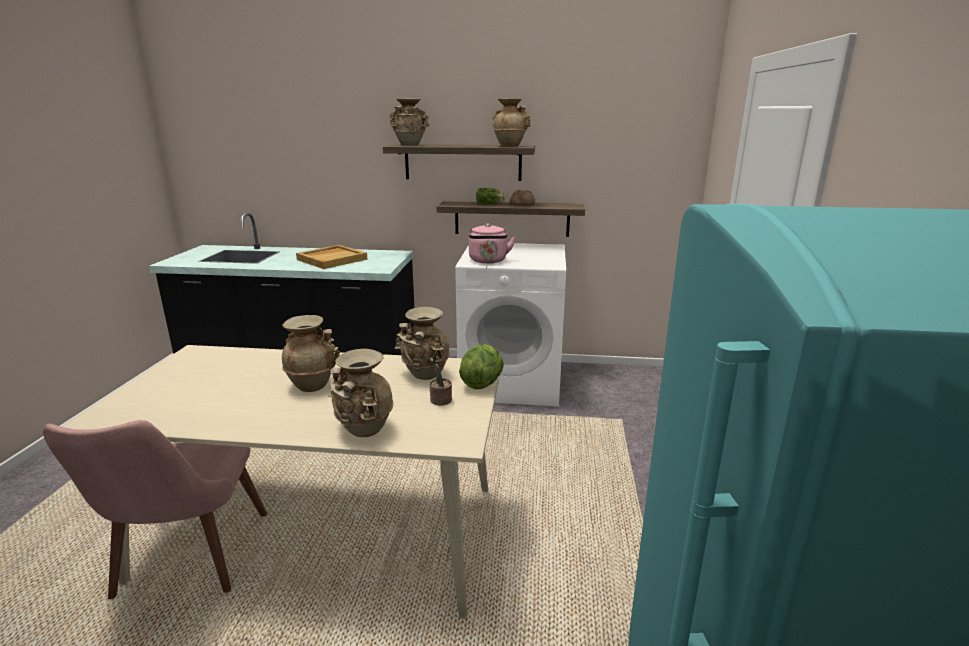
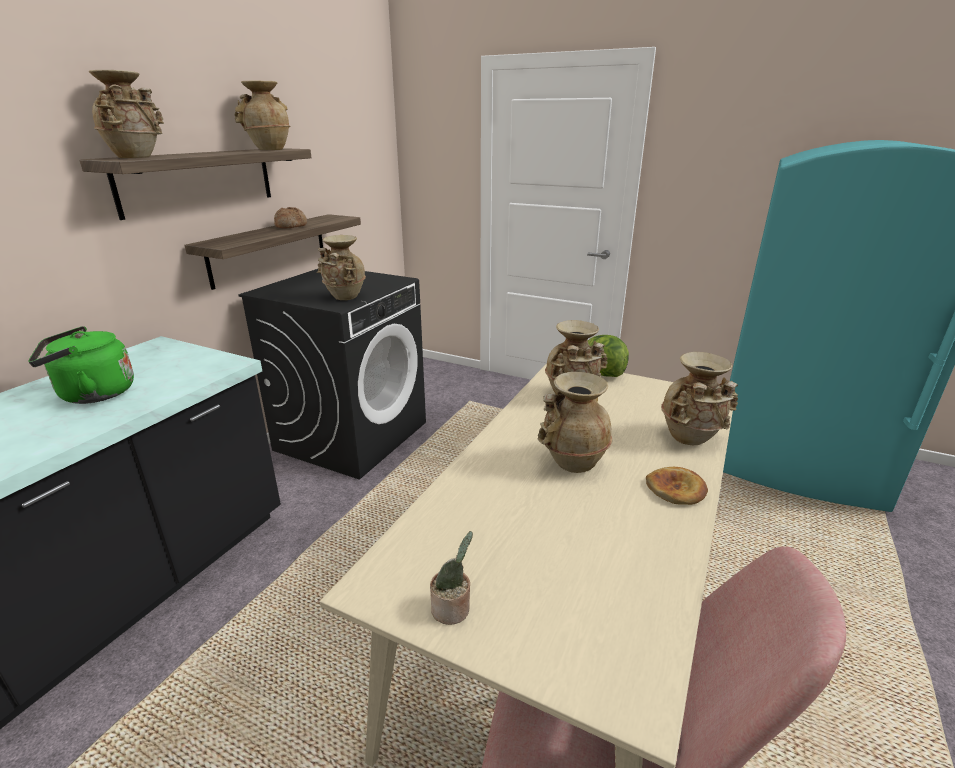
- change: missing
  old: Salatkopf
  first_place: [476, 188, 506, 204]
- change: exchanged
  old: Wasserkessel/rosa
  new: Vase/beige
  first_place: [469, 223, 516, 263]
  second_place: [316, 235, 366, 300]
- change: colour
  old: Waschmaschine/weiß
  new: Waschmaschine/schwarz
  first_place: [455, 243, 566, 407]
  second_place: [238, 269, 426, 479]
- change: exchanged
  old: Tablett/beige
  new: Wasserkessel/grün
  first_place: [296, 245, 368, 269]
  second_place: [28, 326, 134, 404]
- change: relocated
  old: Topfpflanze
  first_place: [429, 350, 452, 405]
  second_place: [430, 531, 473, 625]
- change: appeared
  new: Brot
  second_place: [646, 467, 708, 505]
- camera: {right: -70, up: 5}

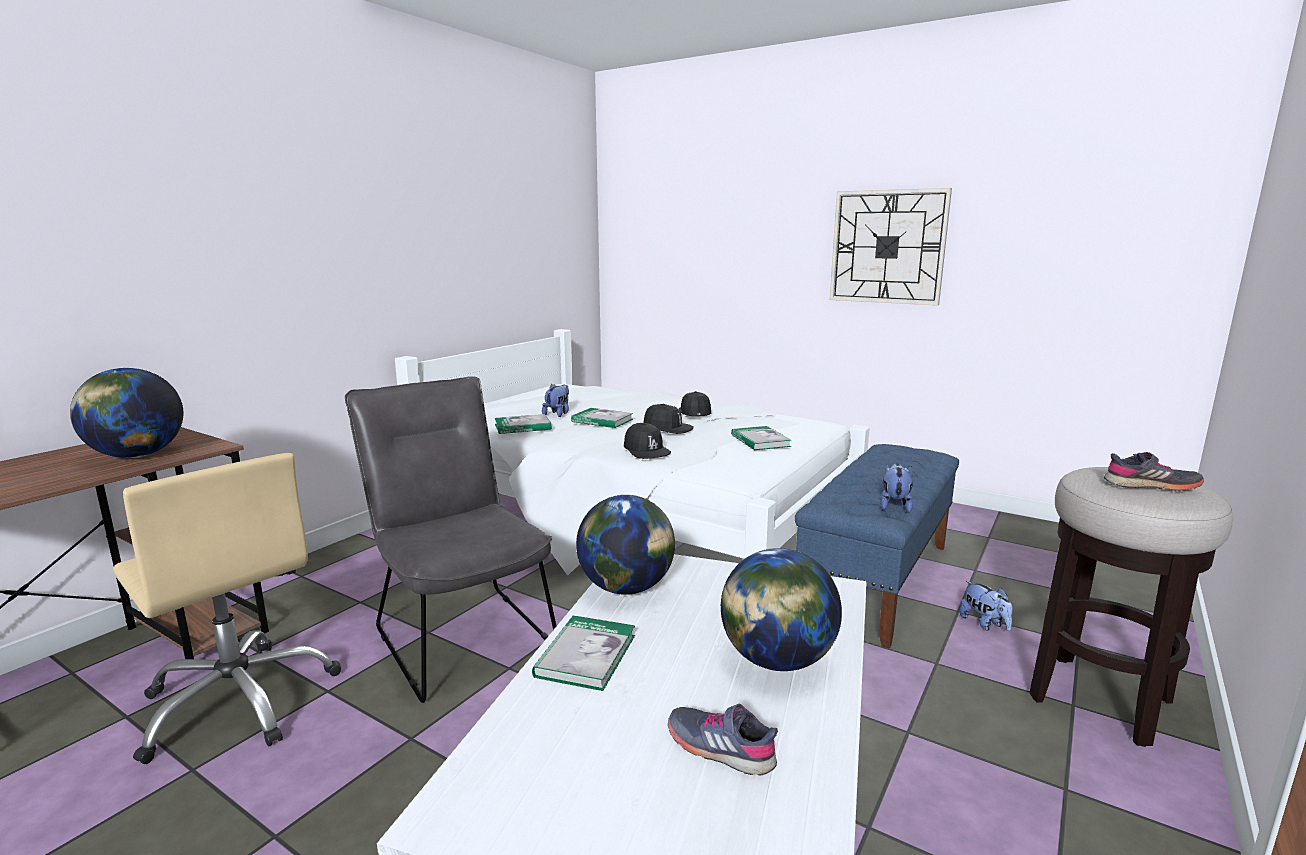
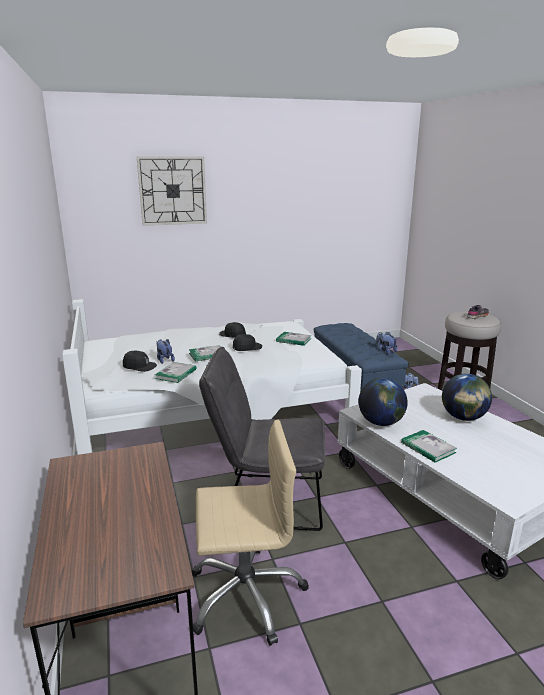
- change: relocated
  old: Wanduhr
  first_place: [830, 188, 952, 306]
  second_place: [137, 156, 207, 226]
- change: missing
  old: Globus
  first_place: [70, 368, 183, 458]
- change: relocated
  old: Kappe/schwarz
  first_place: [624, 423, 671, 459]
  second_place: [123, 351, 157, 372]
- change: missing
  old: Schuh/grau
  first_place: [668, 704, 778, 775]
- camera: {right: -50, up: 5}

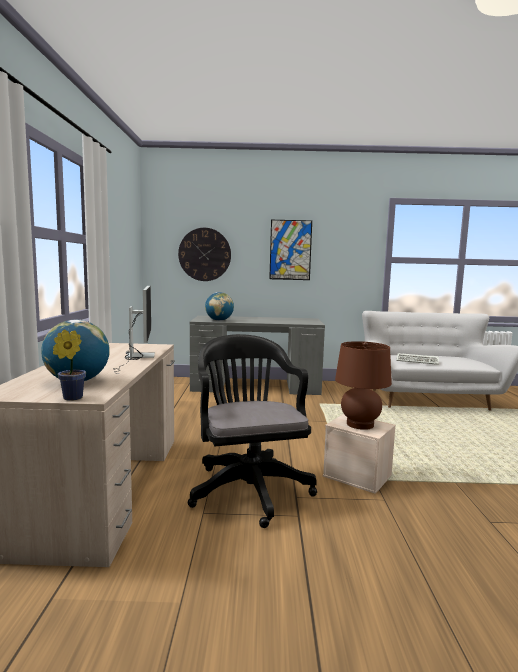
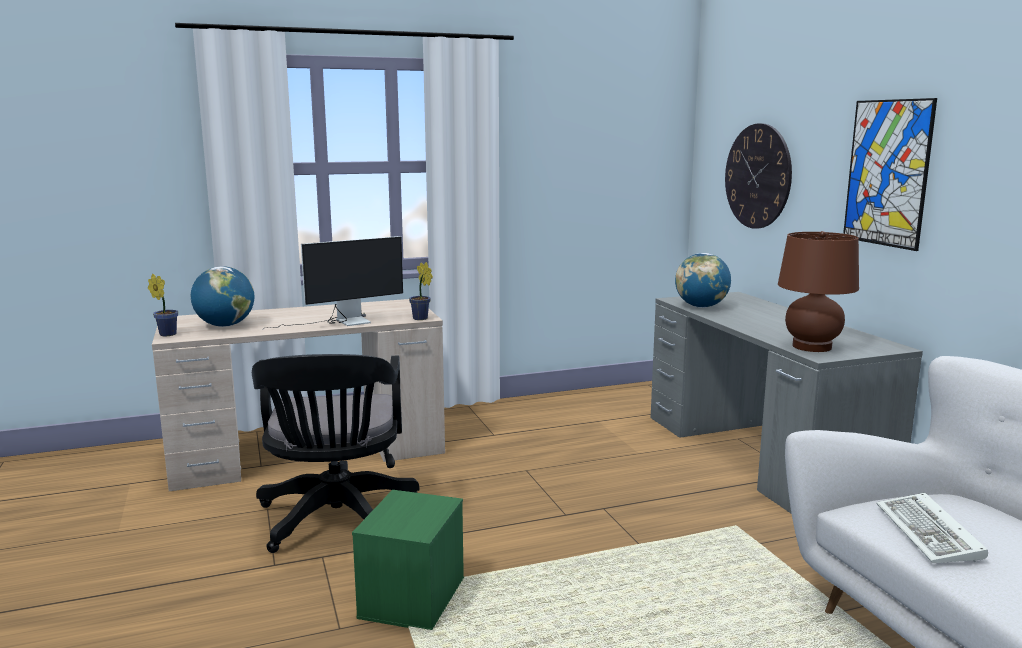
- change: spun
  old: Bürostuhl/schwarz
  first_place: [188, 334, 317, 528]
  second_place: [252, 354, 419, 553]
  degrees: 120
- change: relocated
  old: Tischlampe/braun
  first_place: [335, 341, 392, 430]
  second_place: [778, 231, 859, 352]
- change: colour
  old: Aufbewahrungsbox/beige
  new: Aufbewahrungsbox/grün
  first_place: [323, 414, 396, 494]
  second_place: [352, 490, 464, 630]
- change: appeared
  new: Topfpflanze
  second_place: [409, 262, 433, 320]
- camera: {right: 70, up: 5}

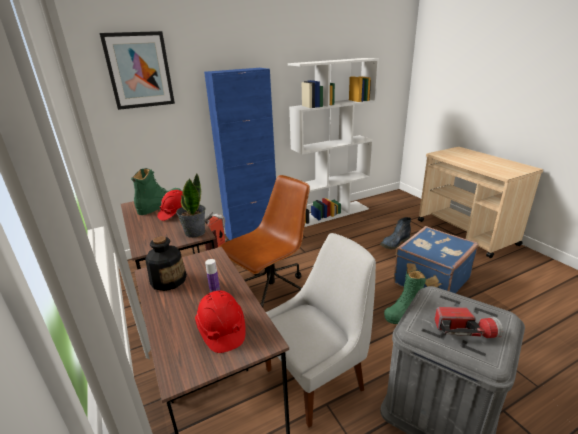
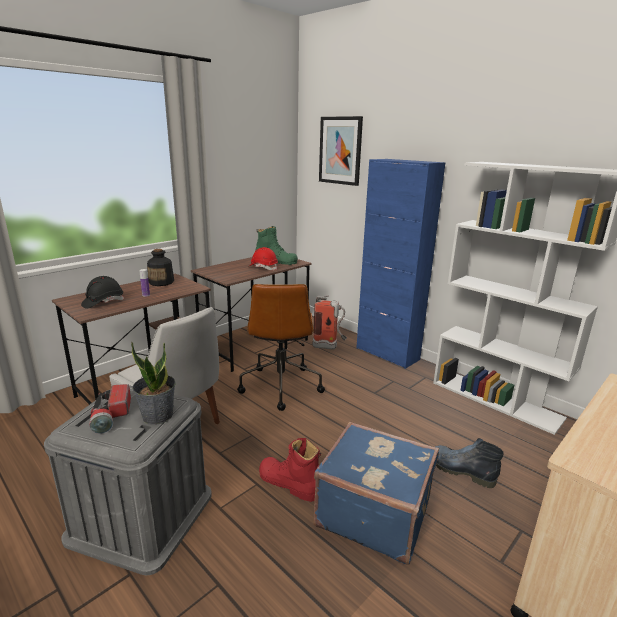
- change: relocated
  old: Topfpflanze
  first_place: [176, 174, 206, 238]
  second_place: [131, 342, 176, 425]
- change: spun
  old: Bürostuhl/braun
  first_place: [219, 175, 310, 307]
  second_place: [237, 284, 325, 411]
  degrees: 60
- change: colour
  old: Stiefel/grün
  new: Stiefel/rot
  first_place: [384, 270, 426, 324]
  second_place: [259, 438, 321, 502]
- change: colour
  old: Schutzhelm/rot
  new: Schutzhelm/schwarz
  first_place: [195, 291, 246, 353]
  second_place: [81, 276, 124, 309]
- camera: {right: 70, up: -5}

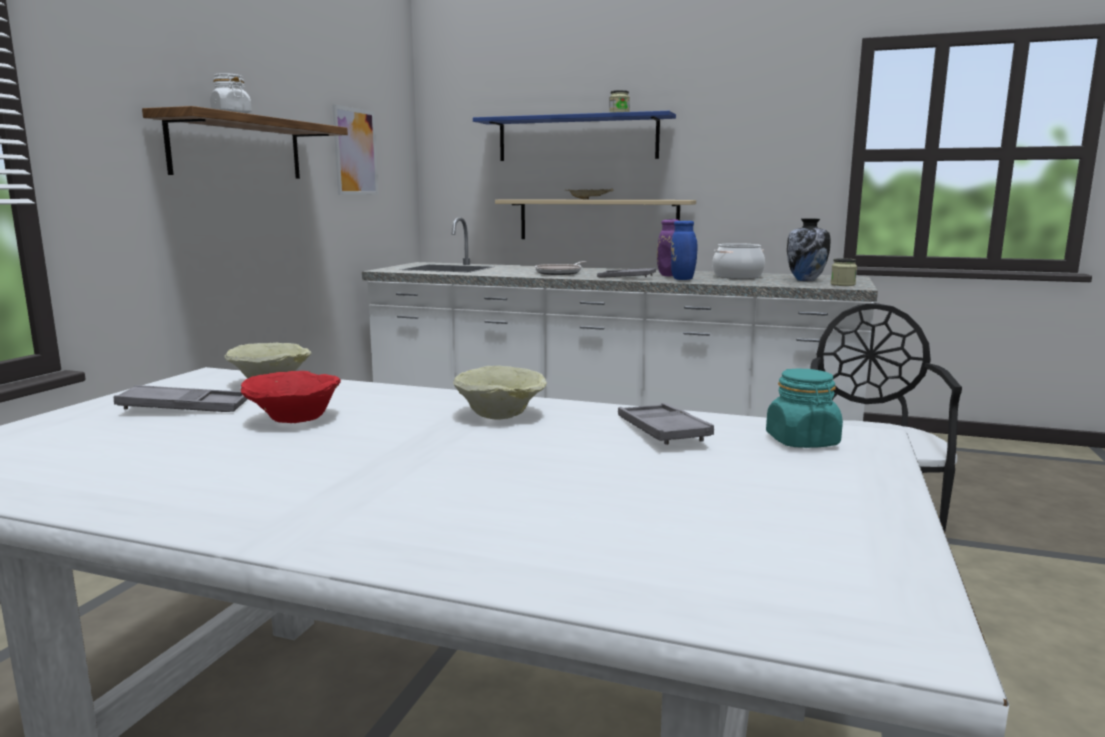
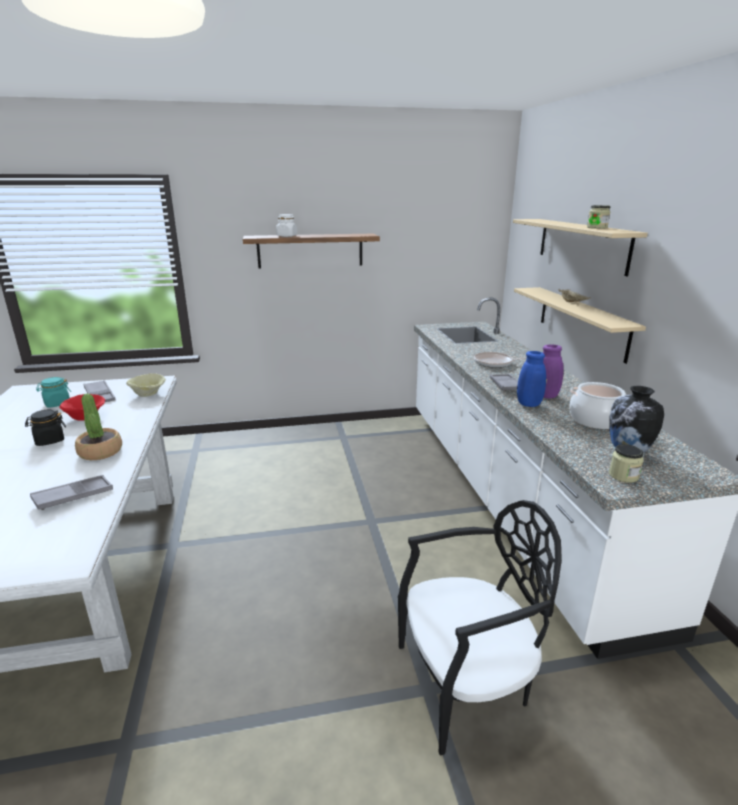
- change: missing
  old: Bild
  first_place: [332, 105, 378, 195]
- change: colour
  old: Wandregal/blau
  new: Wandregal/beige
  first_place: [473, 111, 676, 161]
  second_place: [513, 219, 648, 276]
- change: exchanged
  old: Schüssel/beige
  new: Topfpflanze
  first_place: [453, 366, 547, 420]
  second_place: [75, 393, 122, 460]
- change: relocated
  old: Vorratsglas/türkis
  first_place: [766, 369, 843, 448]
  second_place: [36, 377, 71, 408]
- change: appeared
  new: Vorratsglas/schwarz
  second_place: [25, 410, 66, 446]
- camera: {right: 60, up: 10}

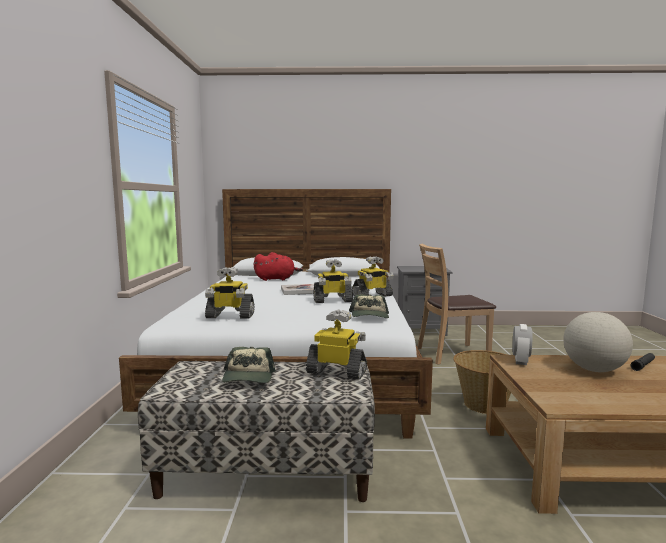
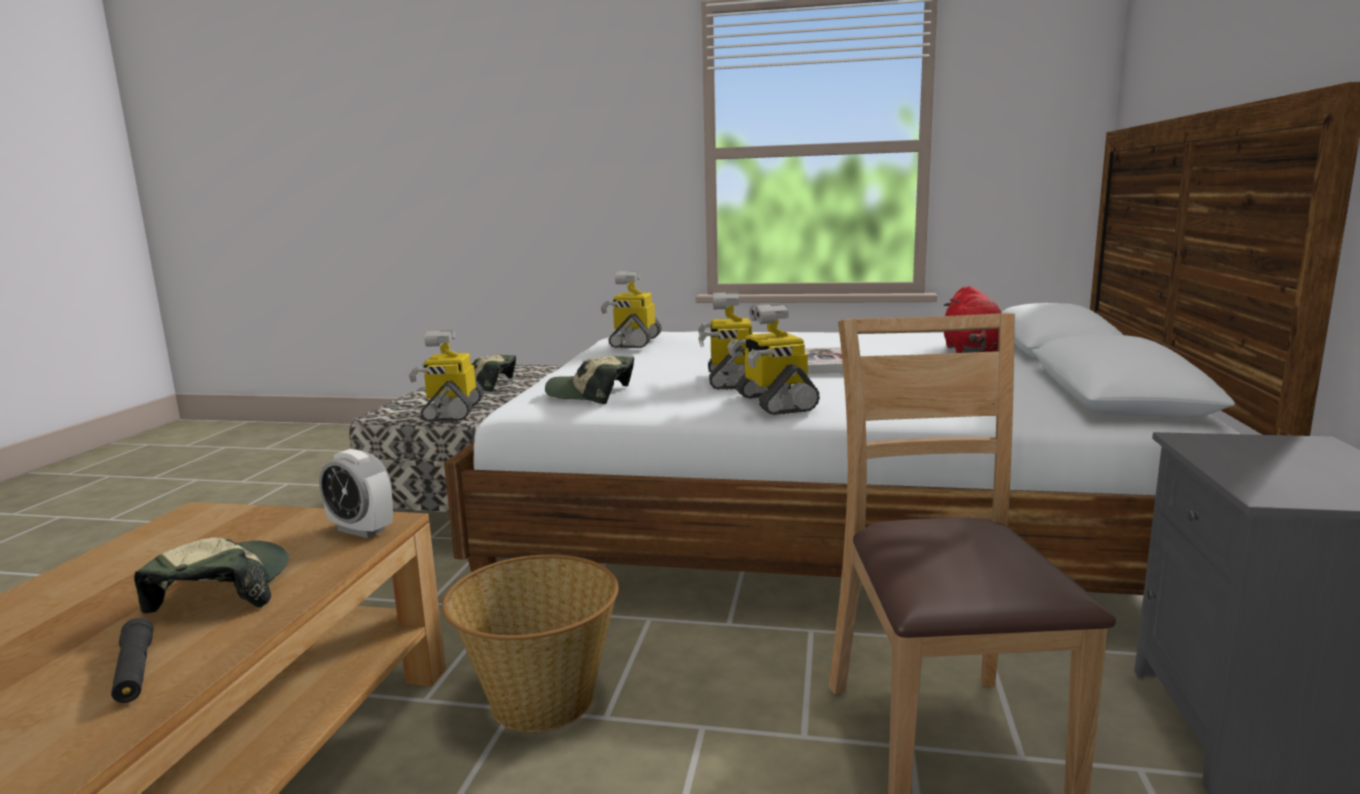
- change: spun
  old: Spielzeugroboter
  first_place: [306, 309, 367, 380]
  second_place: [408, 330, 484, 422]
  degrees: 150
- change: exchanged
  old: Globus
  new: Kappe
  first_place: [563, 312, 633, 372]
  second_place: [134, 537, 289, 613]
- camera: {right: 100, up: 5}

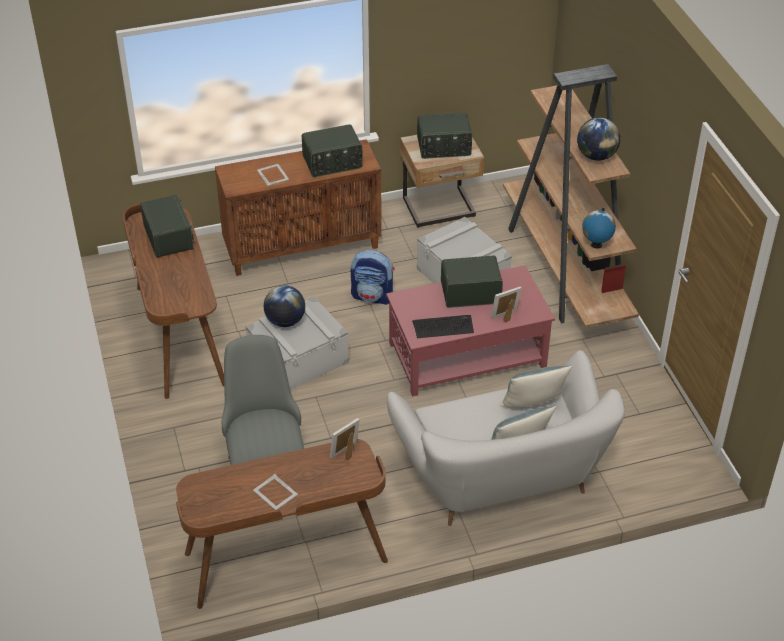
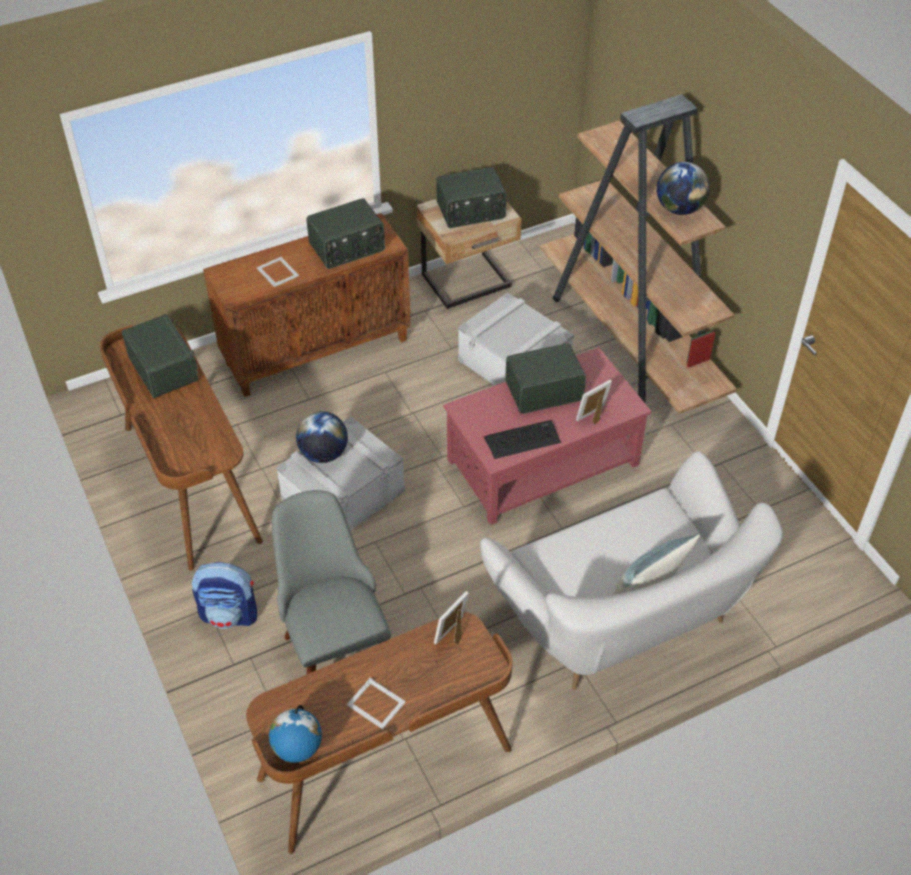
- change: relocated
  old: Globus
  first_place: [582, 208, 616, 248]
  second_place: [269, 705, 322, 763]
- change: relocated
  old: Rucksack
  first_place: [351, 250, 395, 305]
  second_place: [192, 562, 257, 629]
- change: missing
  old: Kissen
  first_place: [500, 365, 573, 408]
- camera: {right: -10, up: 5}

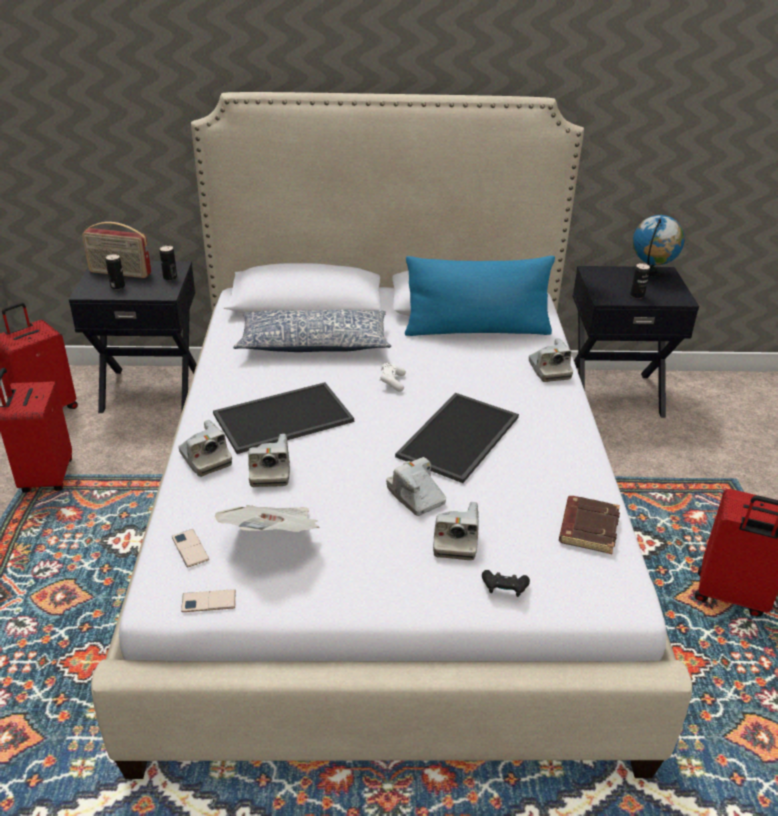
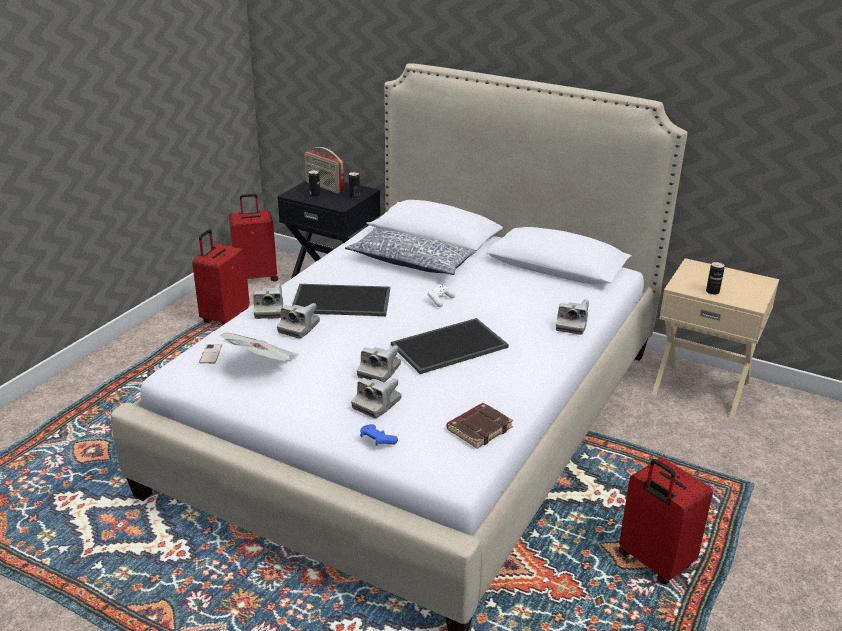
- change: missing
  old: Globus
  first_place: [633, 215, 685, 277]
- change: missing
  old: Kissen/blau
  first_place: [405, 256, 555, 336]
- change: colour
  old: Nachttisch/schwarz
  new: Nachttisch/beige
  first_place: [573, 266, 699, 418]
  second_place: [652, 258, 779, 418]
- change: spun
  old: Kamera
  first_place: [386, 457, 446, 516]
  second_place: [357, 345, 401, 383]
  degrees: -150
- change: colour
  old: Gamepad/schwarz
  new: Gamepad/blau
  first_place: [482, 570, 530, 597]
  second_place: [360, 424, 398, 446]
- change: missing
  old: Handy
  first_place: [181, 589, 236, 612]
- camera: {right: 30, up: -5}

